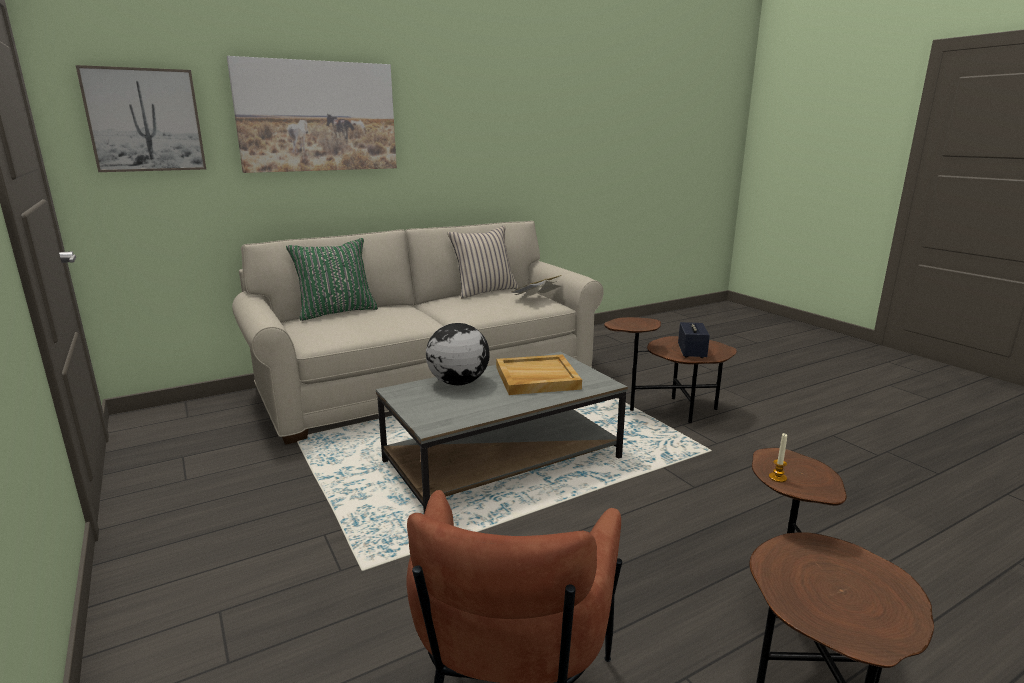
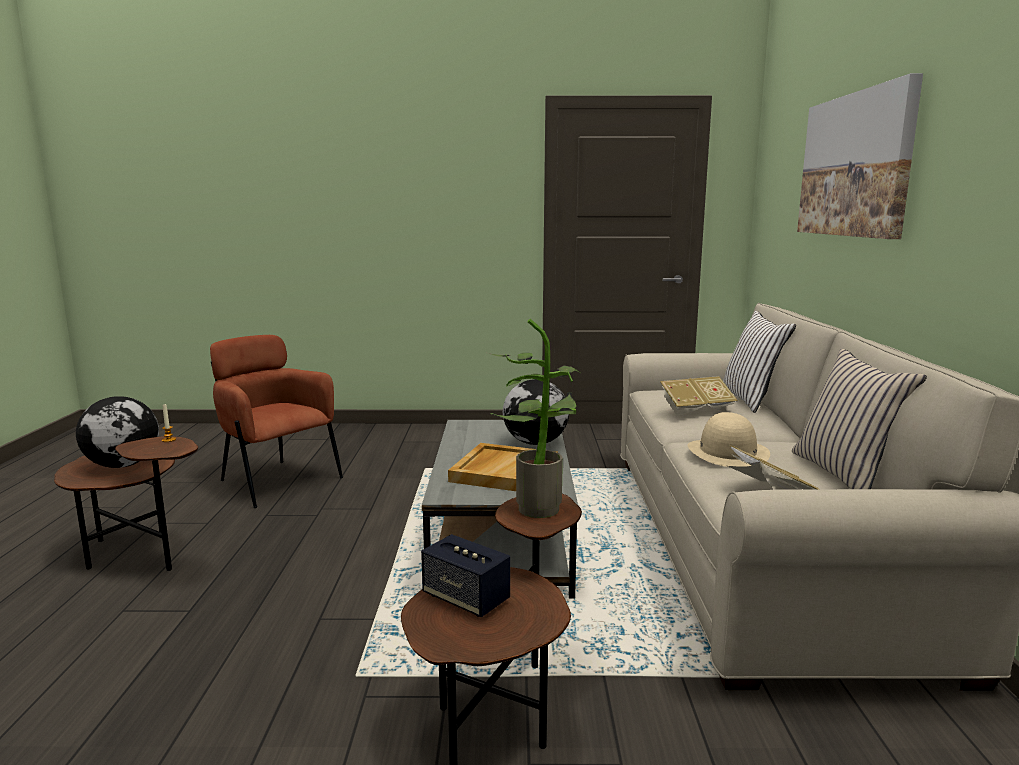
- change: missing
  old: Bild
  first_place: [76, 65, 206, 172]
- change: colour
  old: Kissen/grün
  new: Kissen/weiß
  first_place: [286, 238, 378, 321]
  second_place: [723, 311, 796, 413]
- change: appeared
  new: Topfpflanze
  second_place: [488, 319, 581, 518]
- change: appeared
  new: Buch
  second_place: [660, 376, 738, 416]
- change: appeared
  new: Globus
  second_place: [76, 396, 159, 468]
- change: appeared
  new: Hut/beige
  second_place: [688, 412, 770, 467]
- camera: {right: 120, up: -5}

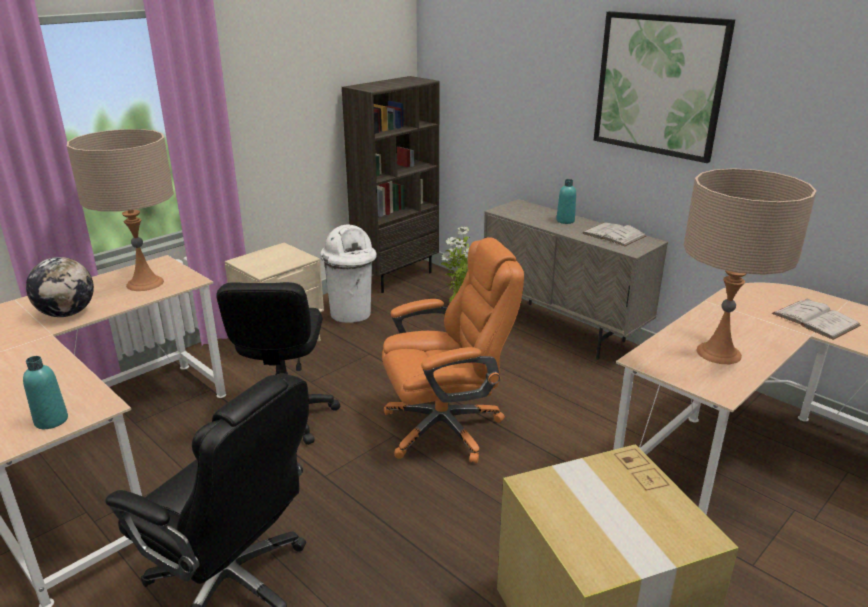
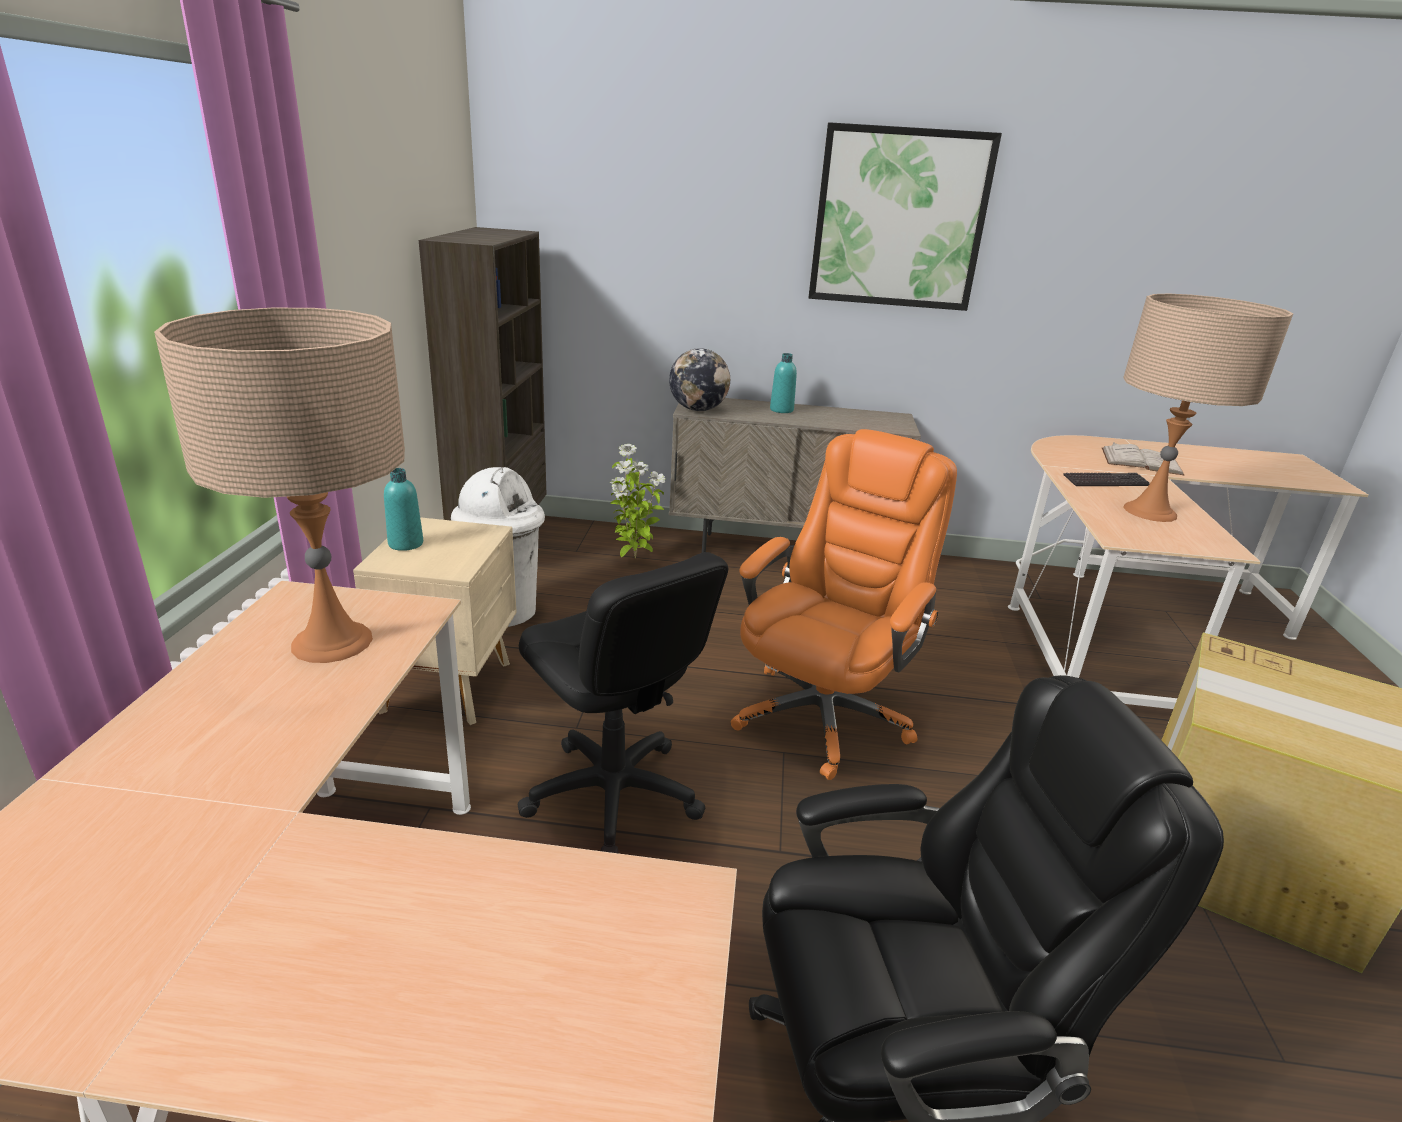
- change: missing
  old: Buch/weiß
  first_place: [582, 223, 646, 246]
- change: relocated
  old: Globus
  first_place: [26, 257, 94, 317]
  second_place: [669, 348, 730, 411]
- change: relocated
  old: Flasche/türkis
  first_place: [23, 356, 68, 429]
  second_place: [384, 468, 423, 551]
- change: appeared
  new: Tastatur
  second_place: [1063, 473, 1150, 486]
- camera: {right: -40, up: 0}

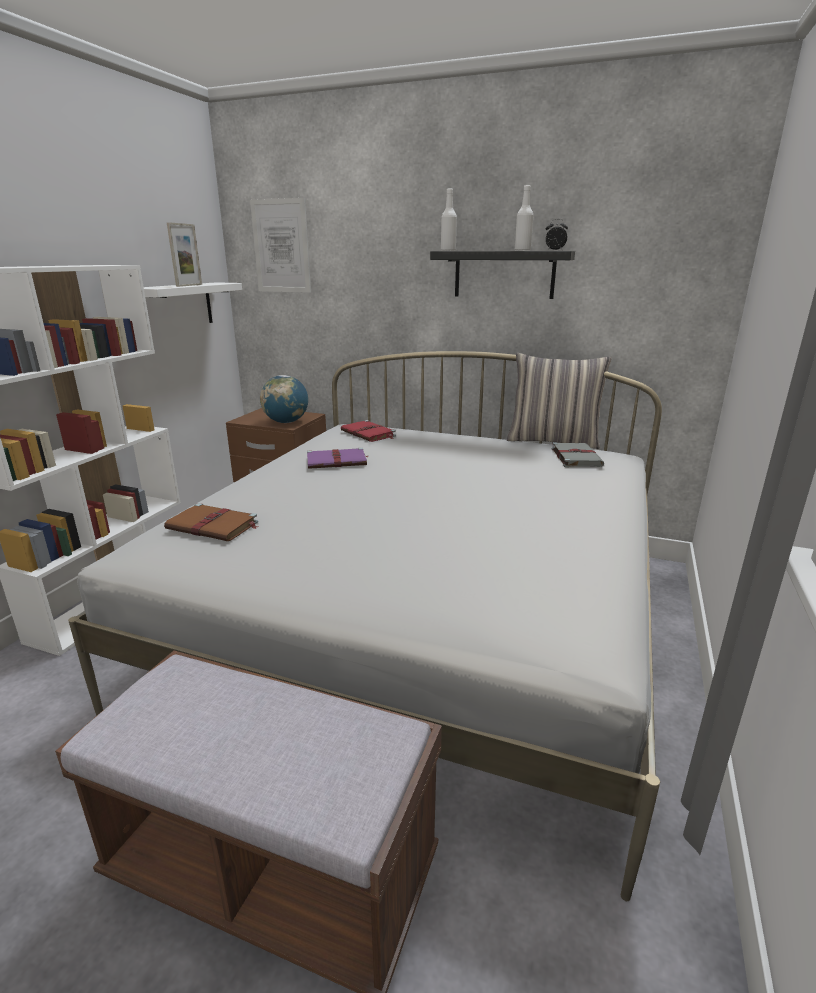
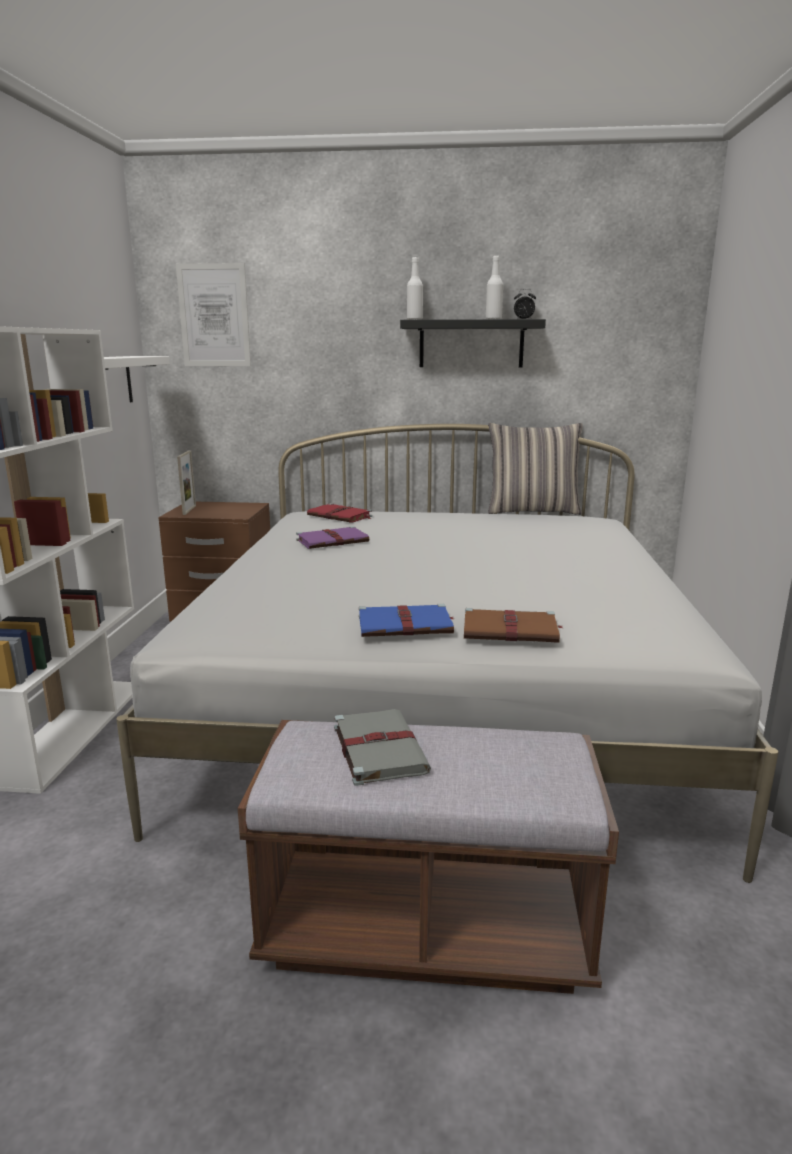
- change: relocated
  old: Bilderrahmen
  first_place: [167, 222, 202, 287]
  second_place: [177, 450, 196, 515]
- change: missing
  old: Globus
  first_place: [260, 375, 308, 423]
- change: relocated
  old: Buch/grau
  first_place: [552, 442, 604, 467]
  second_place: [334, 709, 431, 786]
- change: relocated
  old: Buch/braun
  first_place: [164, 503, 258, 541]
  second_place: [464, 608, 562, 643]
- change: appeared
  new: Buch/blau
  second_place: [359, 604, 454, 637]
- camera: {right: -15, up: -5}

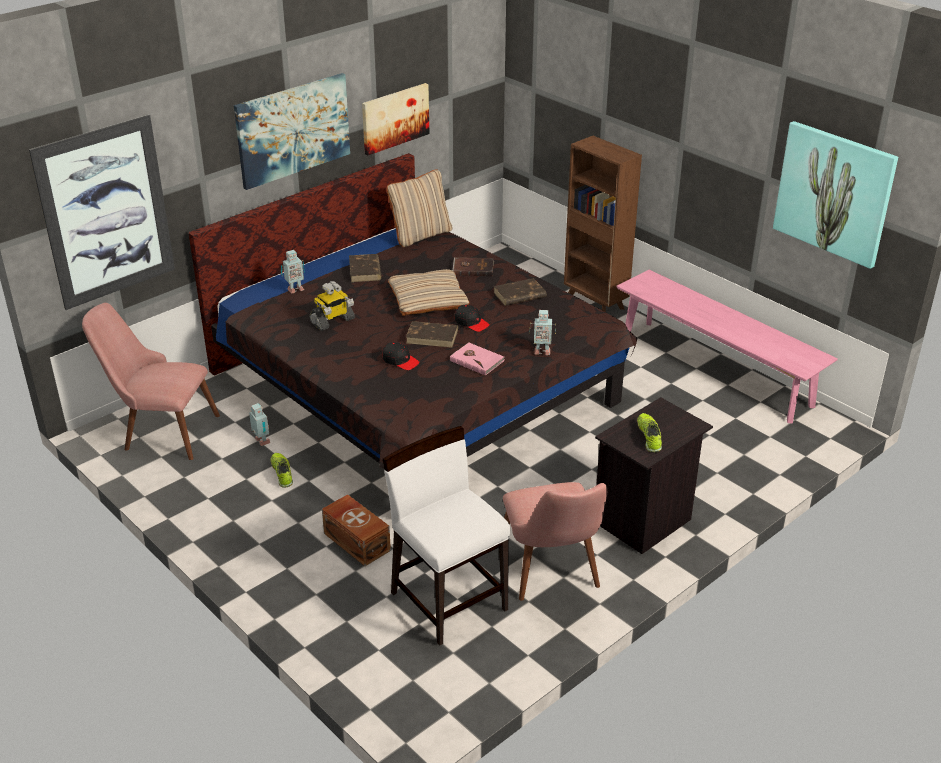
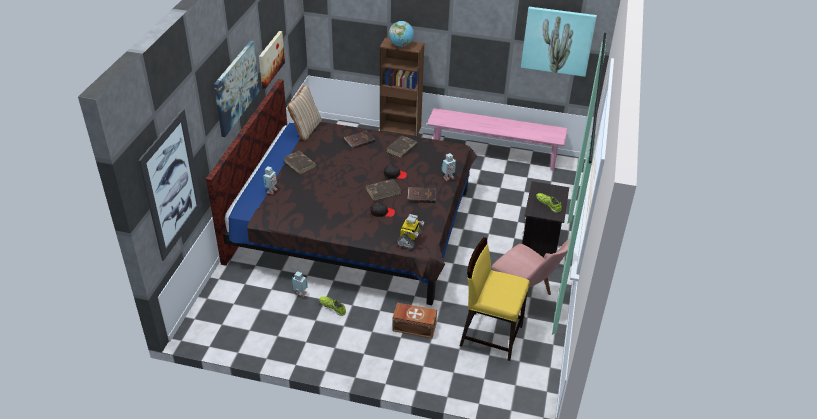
- change: missing
  old: Kissen/beige
  first_place: [388, 269, 470, 316]
- change: relocated
  old: Spielzeugroboter
  first_place: [309, 281, 355, 331]
  second_place: [397, 214, 424, 249]
- change: missing
  old: Stuhl/rosa
  first_place: [82, 303, 220, 460]
- change: colour
  old: Buch/rosa
  new: Buch/braun
  first_place: [450, 342, 504, 376]
  second_place: [407, 187, 436, 203]
- change: colour
  old: Stuhl/weiß
  new: Stuhl/gelb
  first_place: [383, 426, 510, 646]
  second_place: [460, 237, 530, 361]
- change: appeared
  new: Globus
  second_place: [389, 21, 414, 47]
- camera: {right: -35, up: 5}

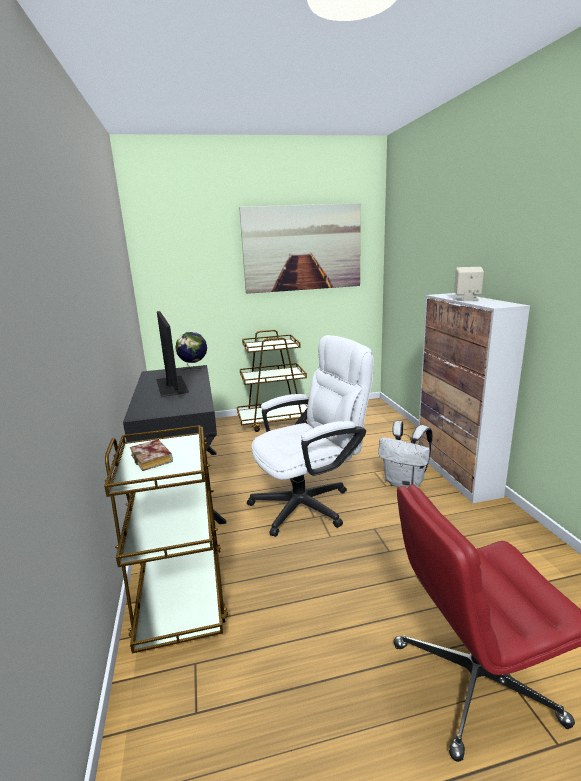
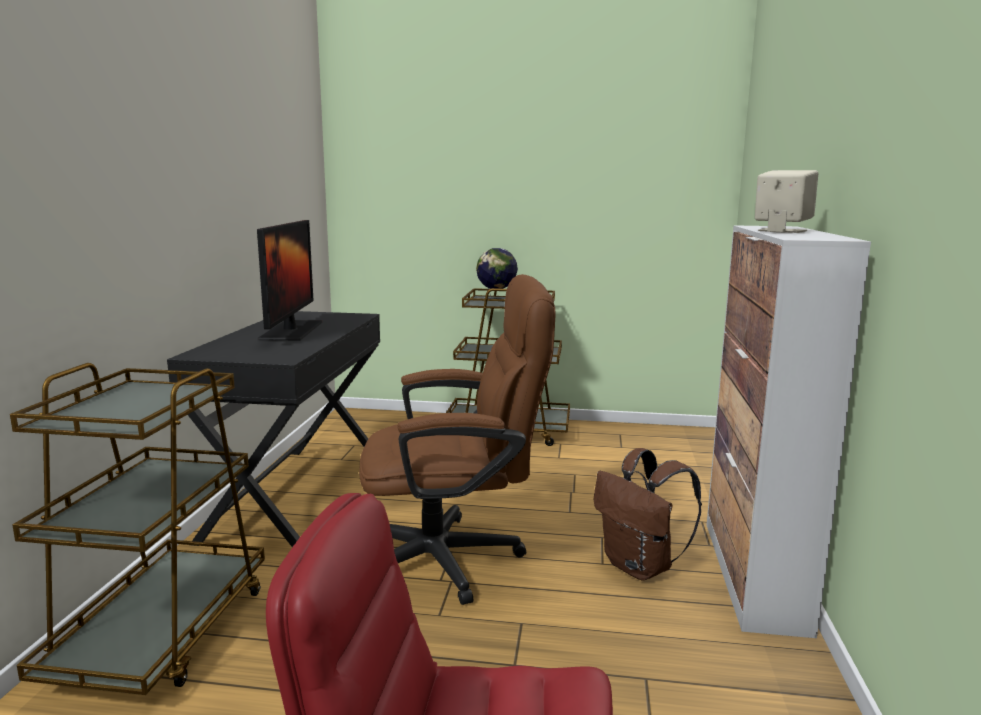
- change: missing
  old: Bild
  first_place: [239, 203, 361, 294]
- change: relocated
  old: Globus
  first_place: [176, 332, 207, 371]
  second_place: [476, 248, 518, 302]
- change: colour
  old: Bürostuhl/weiß
  new: Bürostuhl/braun
  first_place: [247, 335, 374, 537]
  second_place: [359, 274, 555, 605]
- change: colour
  old: Rucksack/weiß
  new: Rucksack/braun
  first_place: [378, 421, 433, 488]
  second_place: [594, 448, 702, 580]
- change: missing
  old: Buch
  first_place: [130, 439, 173, 471]
- camera: {right: 20, up: -5}

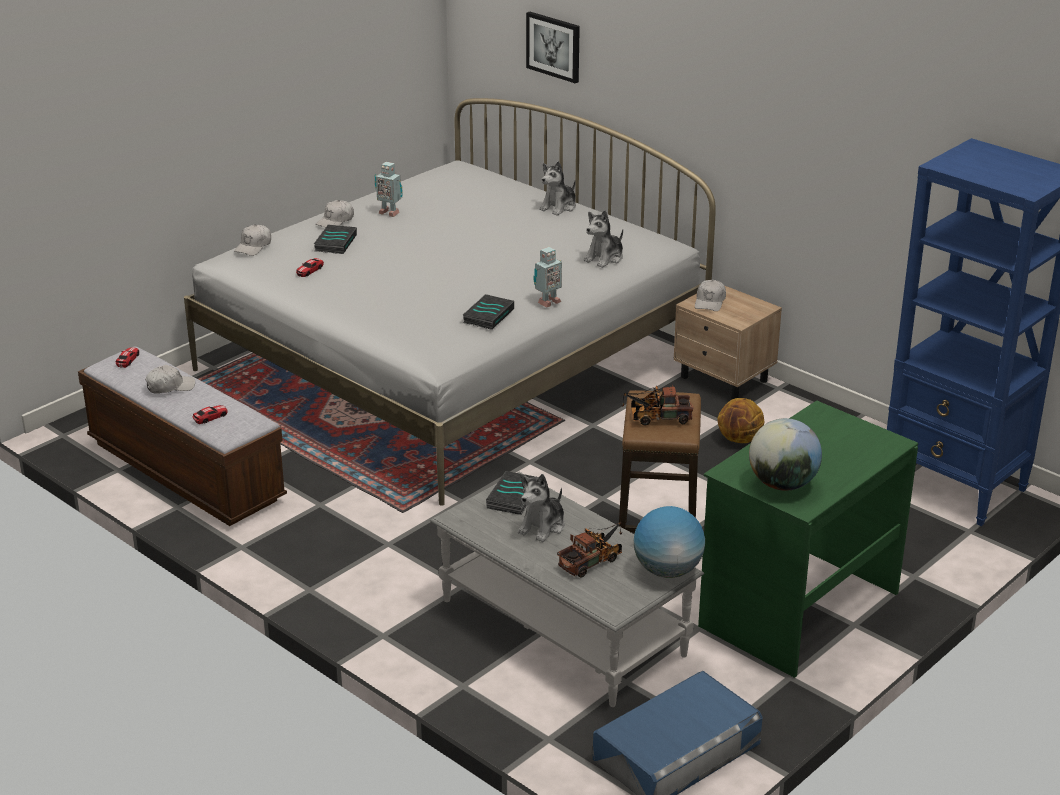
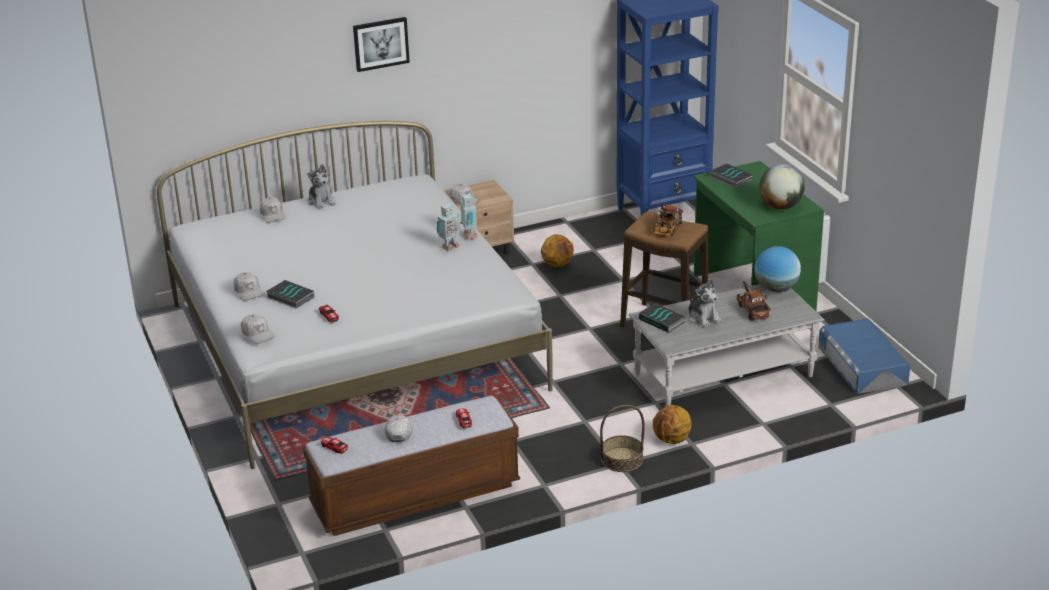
- change: relocated
  old: Bild
  first_place: [526, 12, 580, 83]
  second_place: [353, 17, 410, 72]
- change: relocated
  old: Spielzeugroboter
  first_place: [375, 162, 403, 217]
  second_place: [436, 204, 460, 251]
- change: missing
  old: Plüschtier
  first_place: [583, 210, 623, 268]
- change: relocated
  old: Buch
  first_place: [463, 294, 514, 330]
  second_place: [710, 164, 753, 188]
- change: appeared
  new: Kappe/weiß
  second_place: [260, 197, 285, 223]
- change: appeared
  new: Korb
  second_place: [600, 405, 645, 472]
- change: appeared
  new: Basketball
  second_place: [653, 405, 692, 444]
- camera: {right: -65, up: 0}

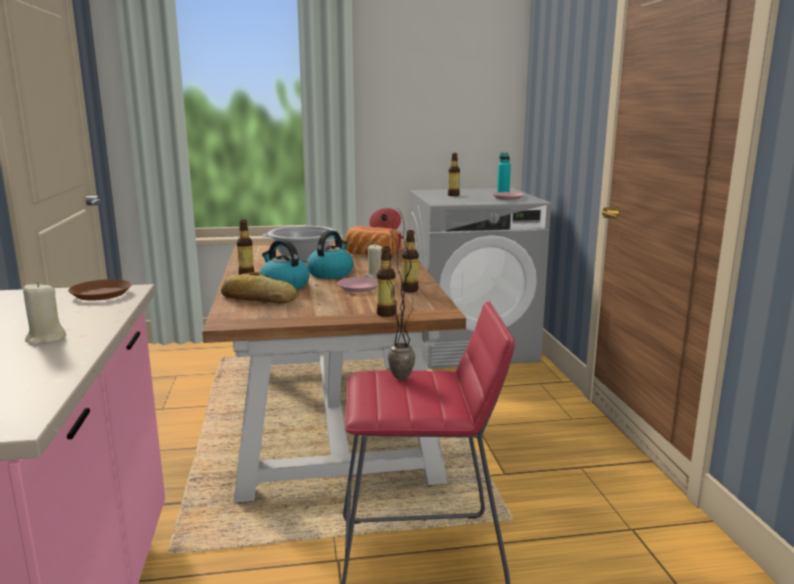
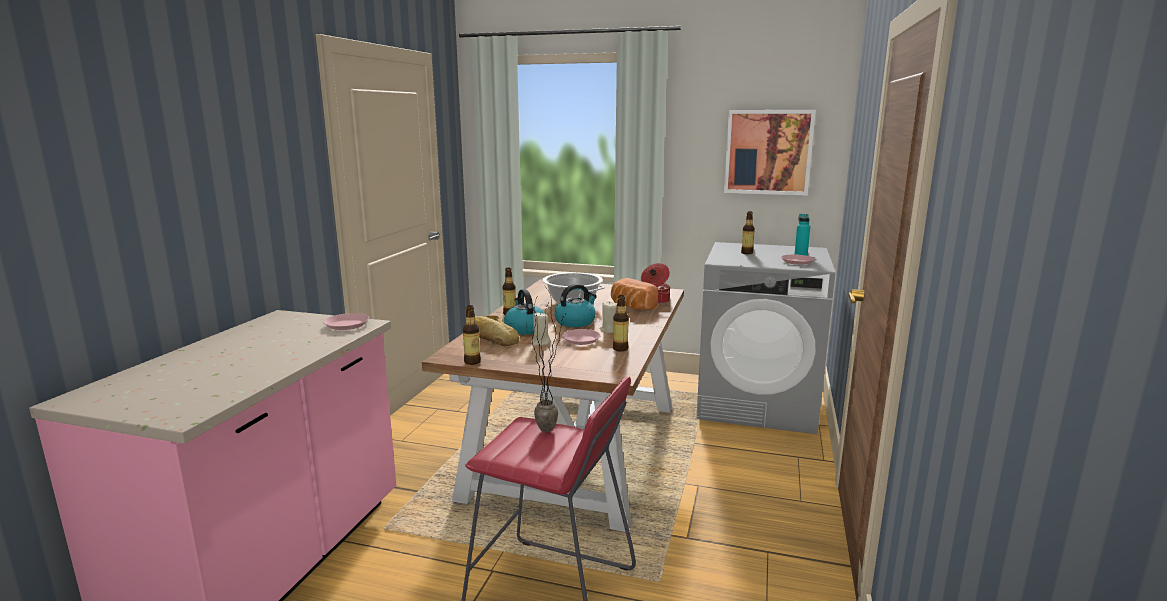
- change: relocated
  old: Flasche
  first_place: [377, 246, 396, 317]
  second_place: [463, 305, 481, 365]
- change: colour
  old: Teller/braun
  new: Teller/rosa
  first_place: [68, 279, 132, 300]
  second_place: [323, 313, 369, 330]
- change: relocated
  old: Kerze/beige
  first_place: [23, 282, 66, 346]
  second_place: [531, 312, 551, 346]
- change: appeared
  new: Bild
  second_place: [724, 110, 816, 196]
- camera: {right: 25, up: 0}

